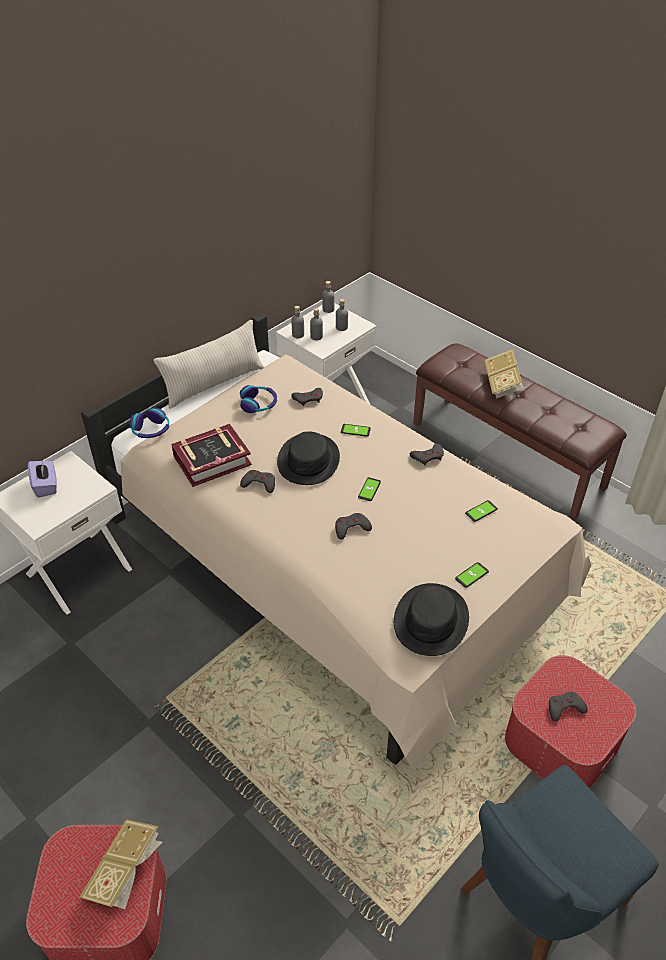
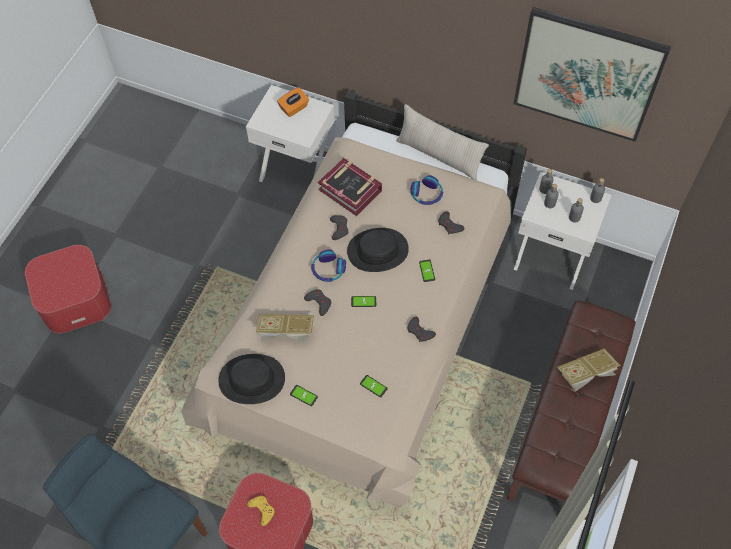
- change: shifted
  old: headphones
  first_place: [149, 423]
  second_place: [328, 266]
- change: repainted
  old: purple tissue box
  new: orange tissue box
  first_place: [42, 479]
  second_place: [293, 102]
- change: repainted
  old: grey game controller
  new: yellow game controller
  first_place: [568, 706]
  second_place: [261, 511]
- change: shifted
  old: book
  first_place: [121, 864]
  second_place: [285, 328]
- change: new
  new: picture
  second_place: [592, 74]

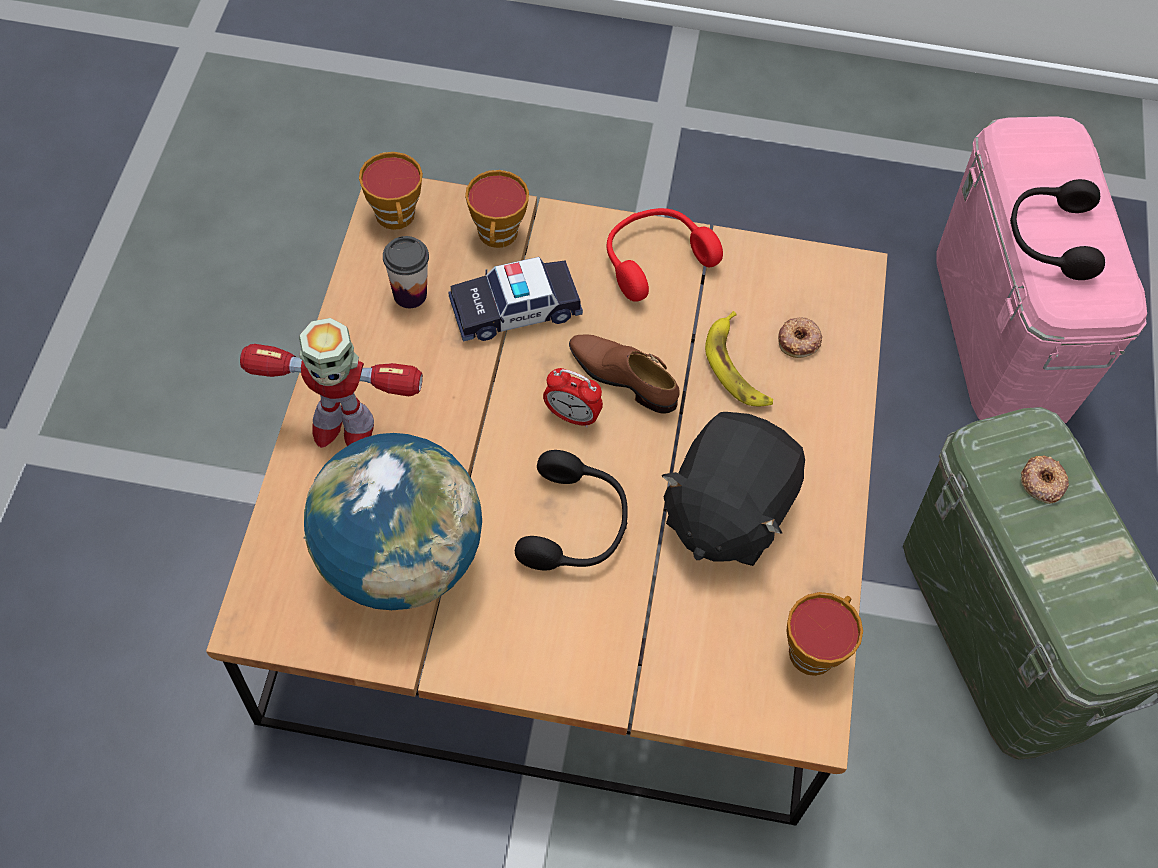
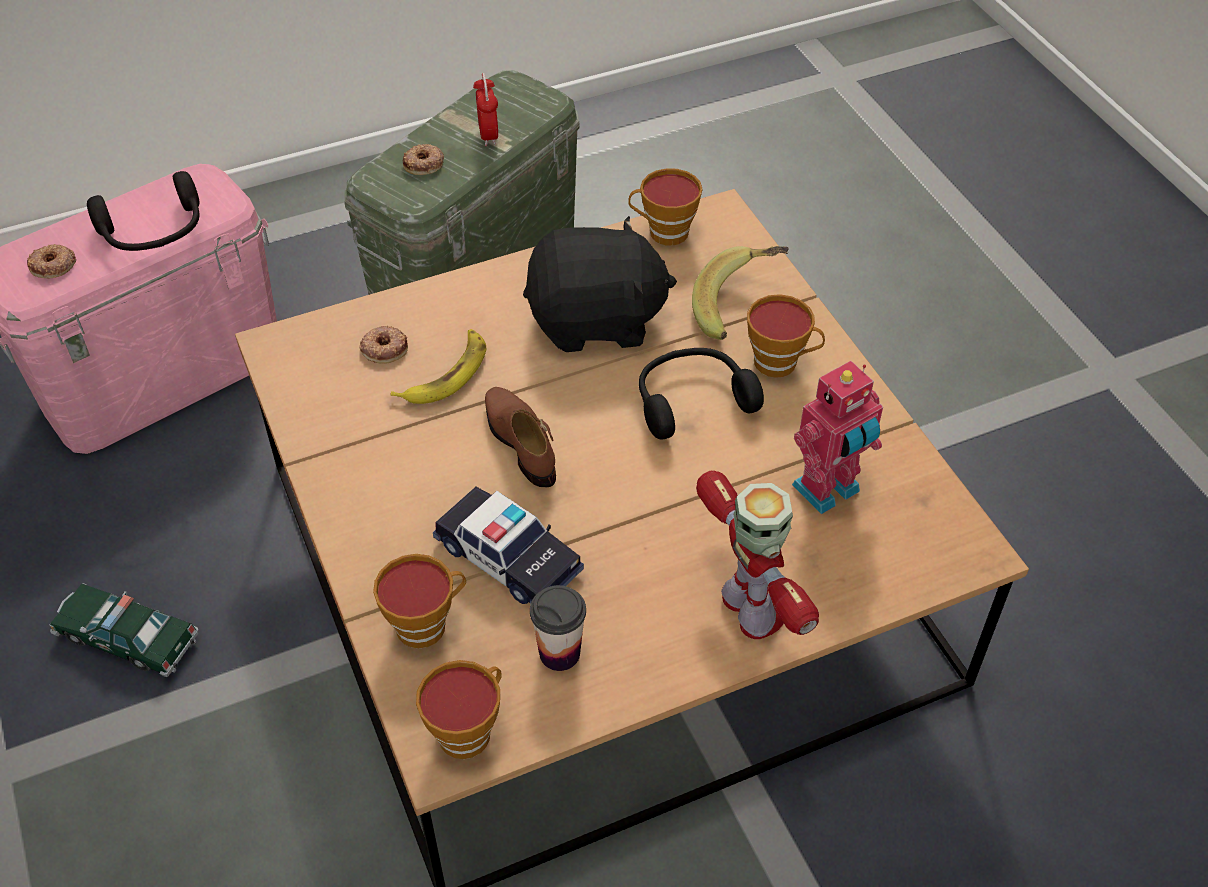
- change: gone
  old: red headphones
  first_place: [665, 255]
- change: rotated
  old: brown shoe
  first_place: [624, 374]
  second_place: [520, 437]
  degrees: 150
- change: shifted
  old: alarm clock
  first_place: [573, 398]
  second_place: [485, 109]
- change: swapped
  old: globe
  new: toy robot
  first_place: [393, 521]
  second_place: [837, 437]
- change: new
  new: donut
  second_place: [51, 261]
- change: new
  new: banana
  second_place: [740, 293]
- change: new
  new: cup
  second_place: [786, 336]
- change: new
  new: toy car
  second_place: [123, 630]

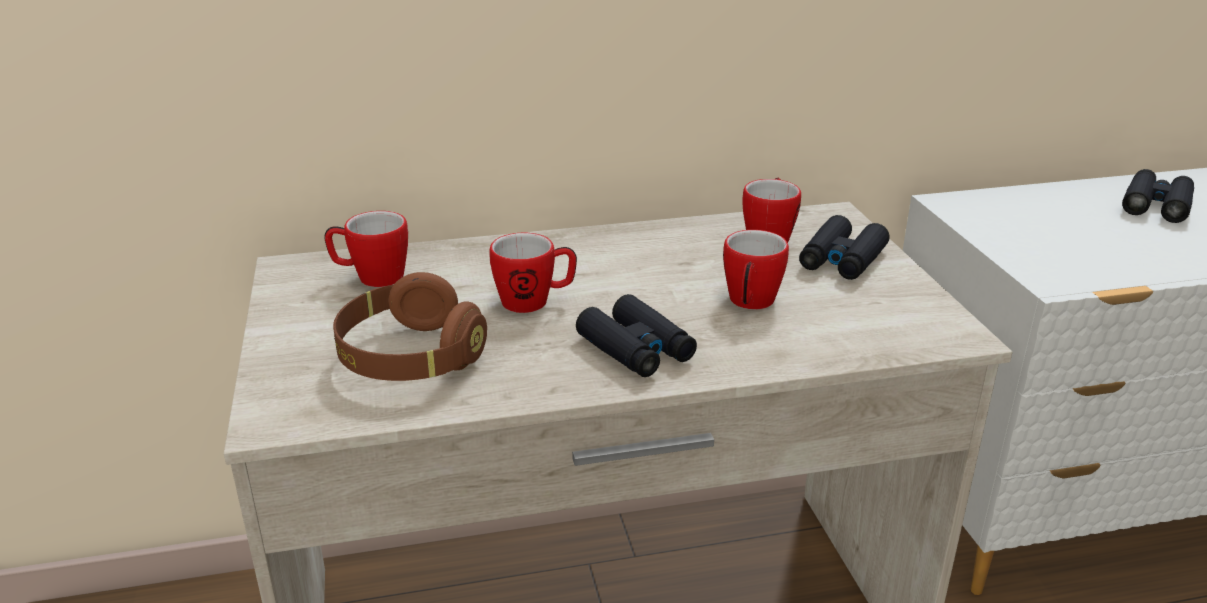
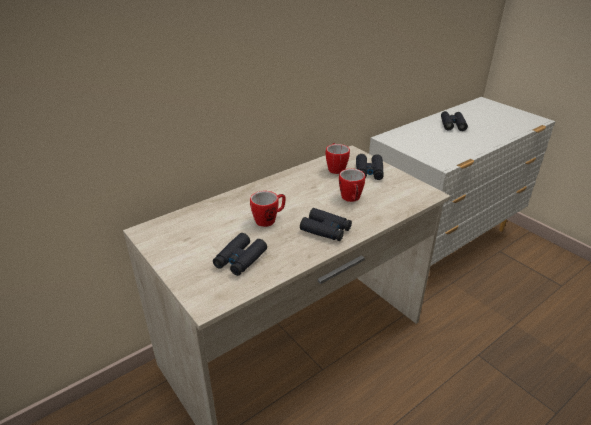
- change: gone
  old: mug
  first_place: [366, 249]
- change: swapped
  old: brown headphones
  new: black binoculars
  first_place: [410, 326]
  second_place: [240, 254]

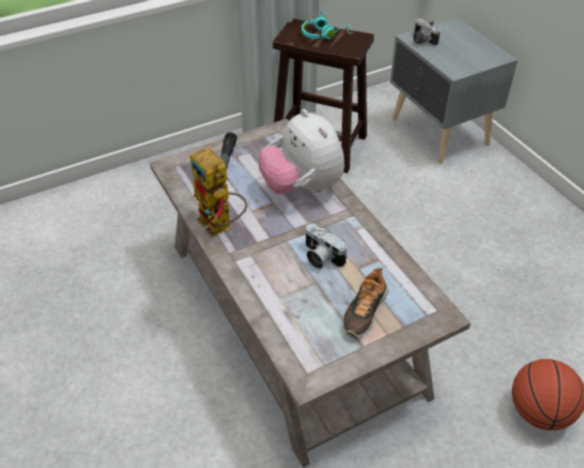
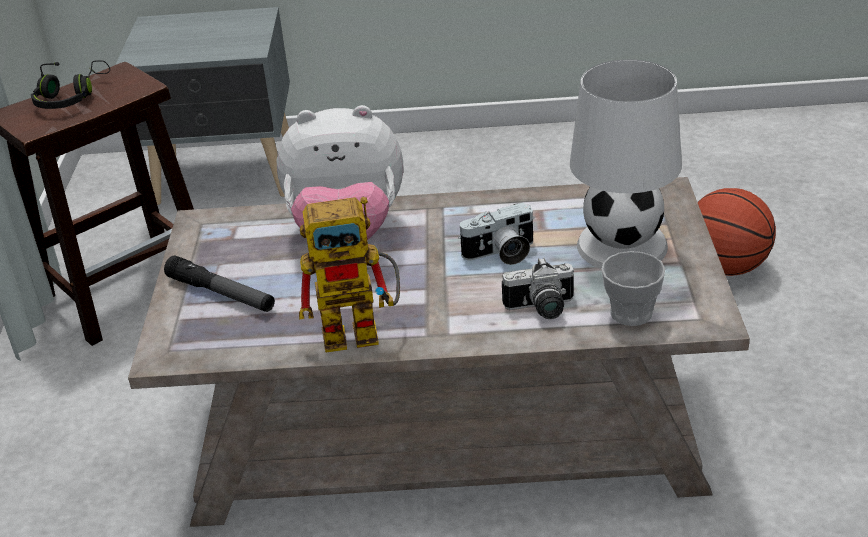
- change: repainted
  old: turquoise headphones
  new: black headphones
  first_place: [327, 24]
  second_place: [70, 84]
- change: shifted
  old: photo camera
  first_place: [426, 32]
  second_place: [538, 288]
- change: swapped
  old: shoe
  new: white table lamp
  first_place: [365, 302]
  second_place: [626, 164]
- change: new
  new: cup
  second_place: [633, 288]

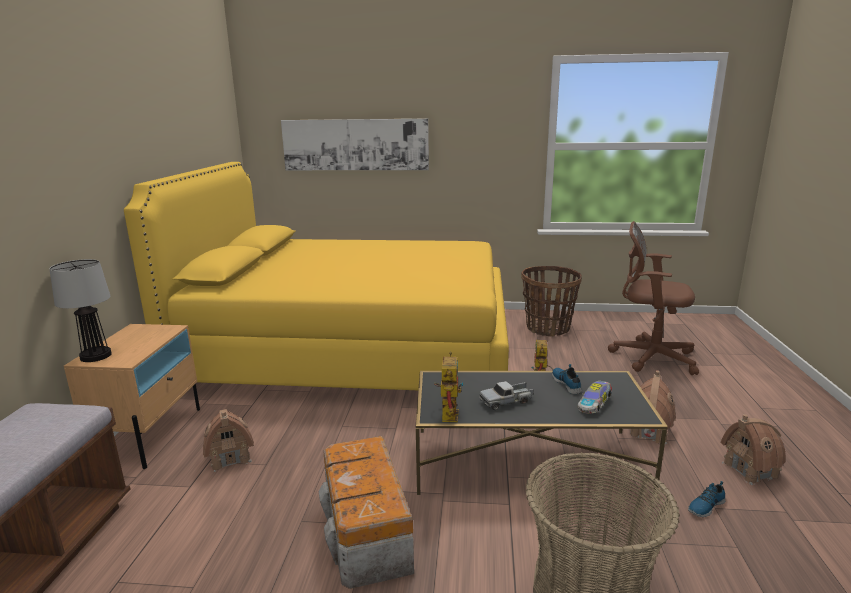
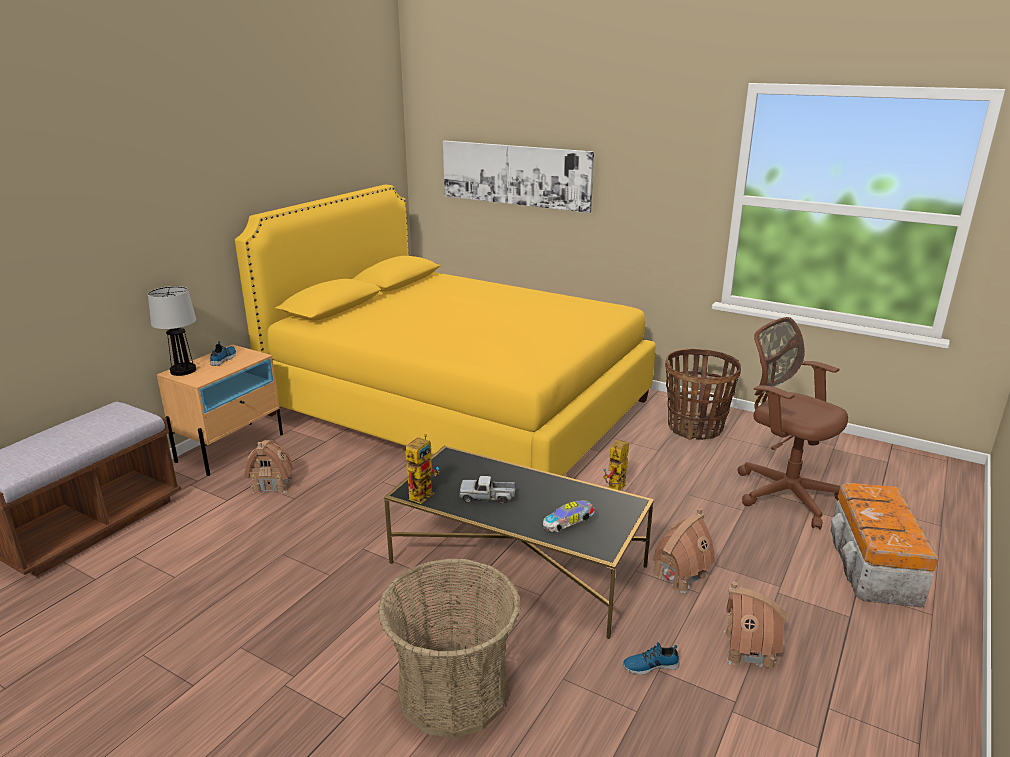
- change: shifted
  old: shoe
  first_place: [567, 379]
  second_place: [223, 353]
- change: shifted
  old: storage box
  first_place: [366, 512]
  second_place: [884, 545]

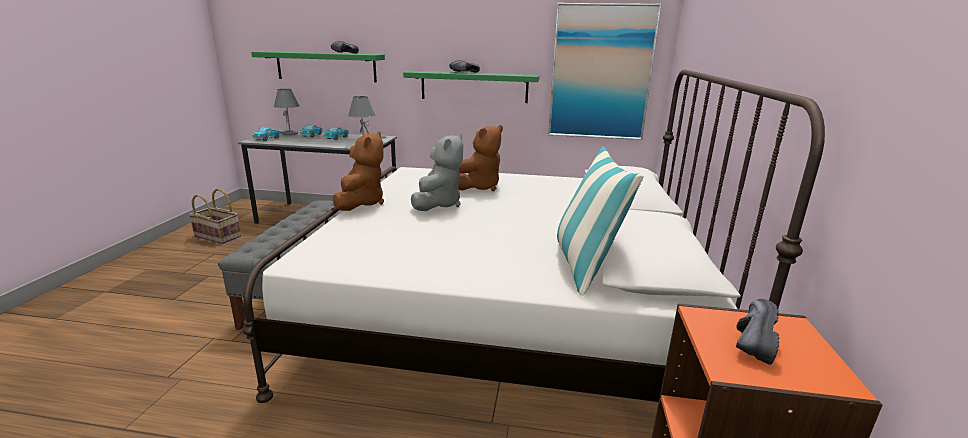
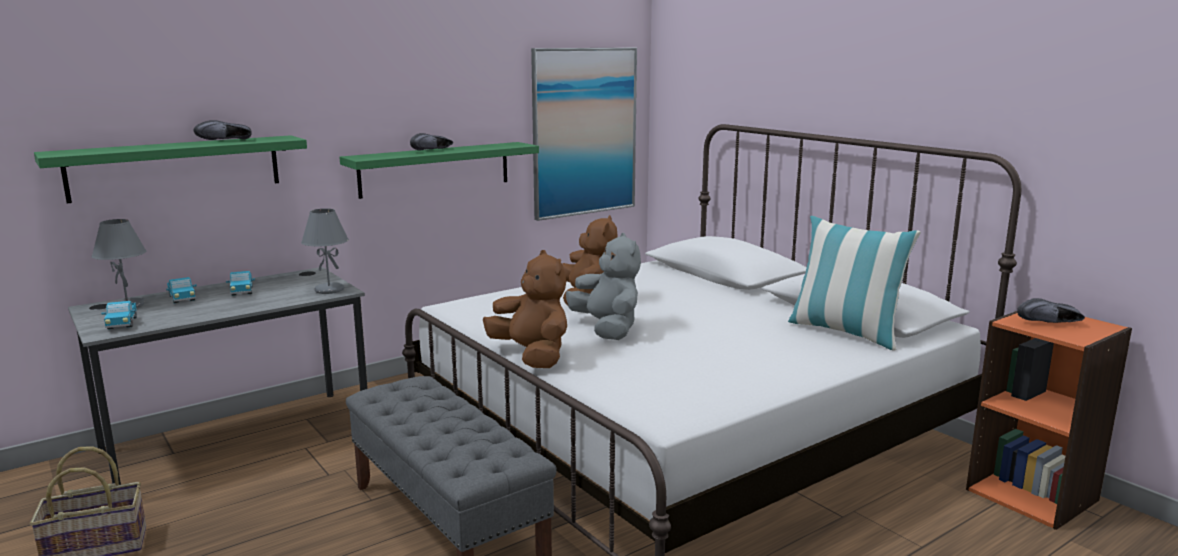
- change: rotated
  old: black shoe
  first_place: [757, 332]
  second_place: [1051, 310]
  degrees: -75

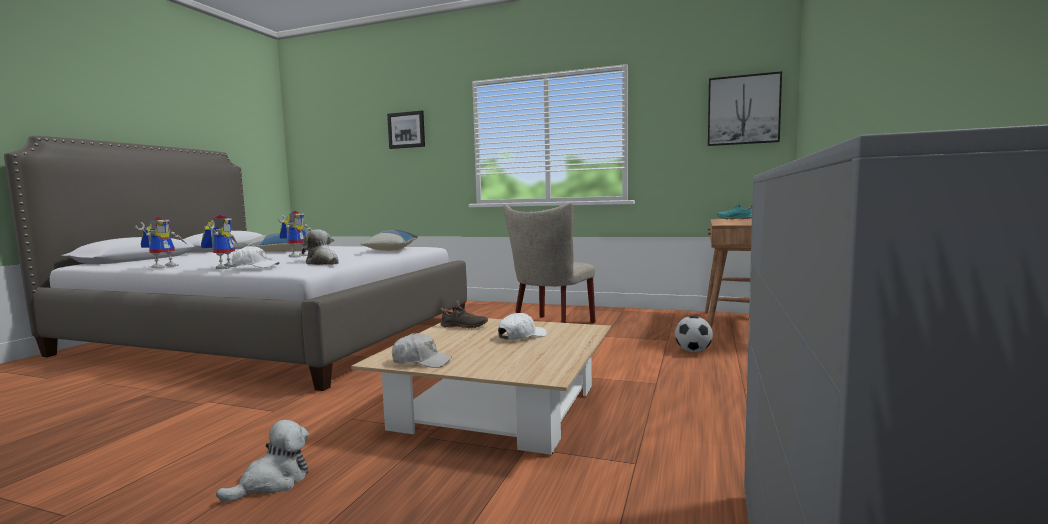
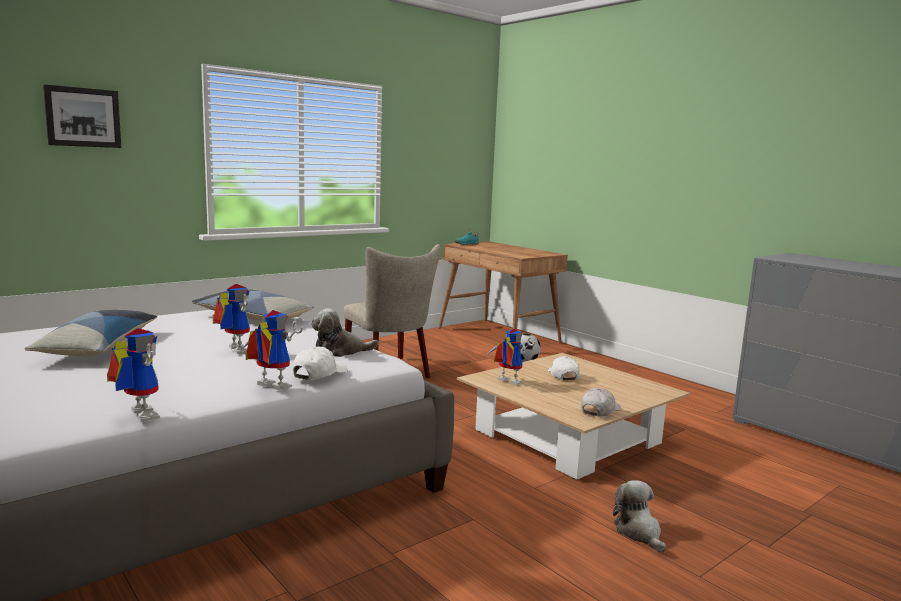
- change: gone
  old: picture
  first_place: [745, 108]
- change: swapped
  old: black shoe
  new: toy robot
  first_place: [464, 314]
  second_place: [511, 357]

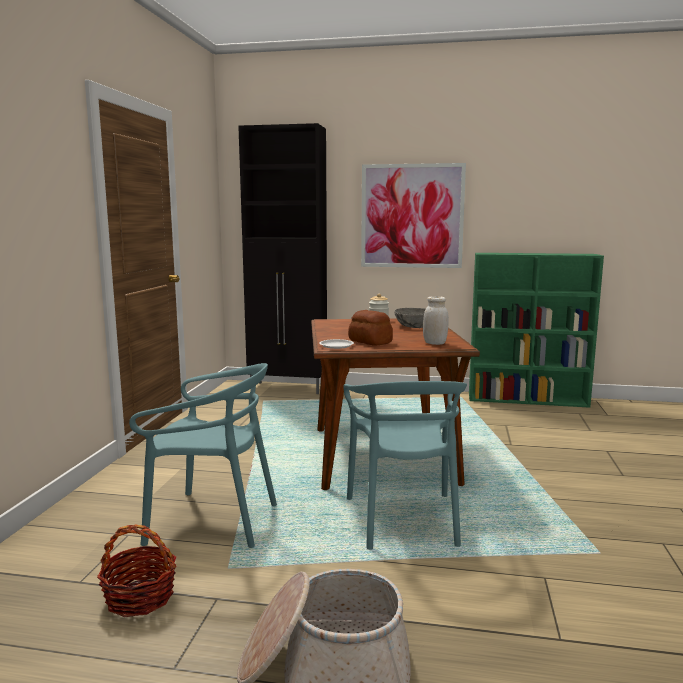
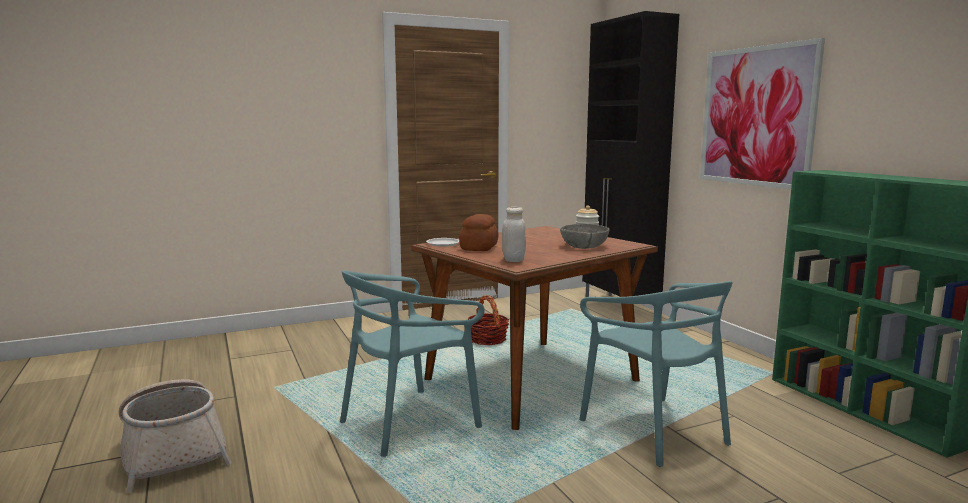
- change: shifted
  old: turquoise chair
  first_place: [203, 455]
  second_place: [656, 374]
- change: shifted
  old: basket
  first_place: [136, 570]
  second_place: [488, 320]

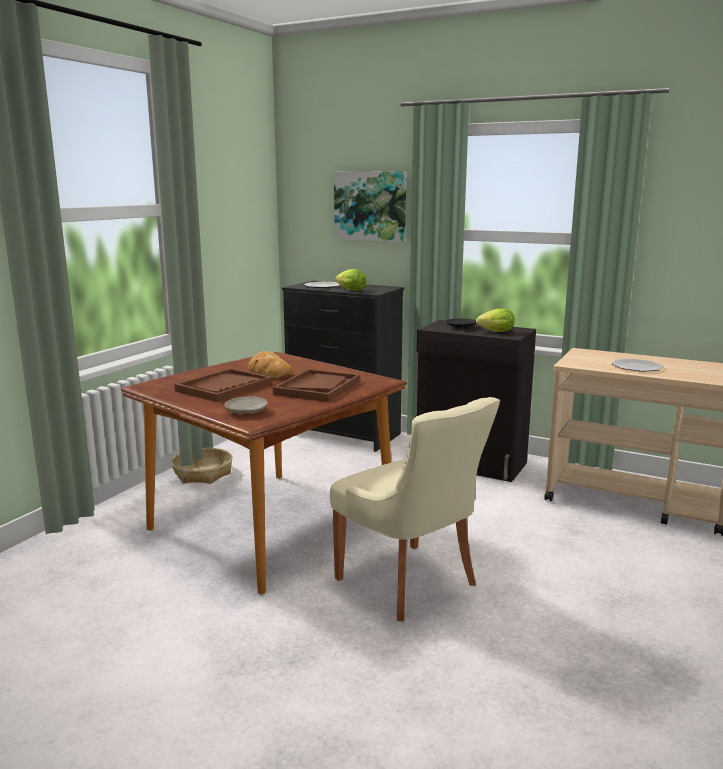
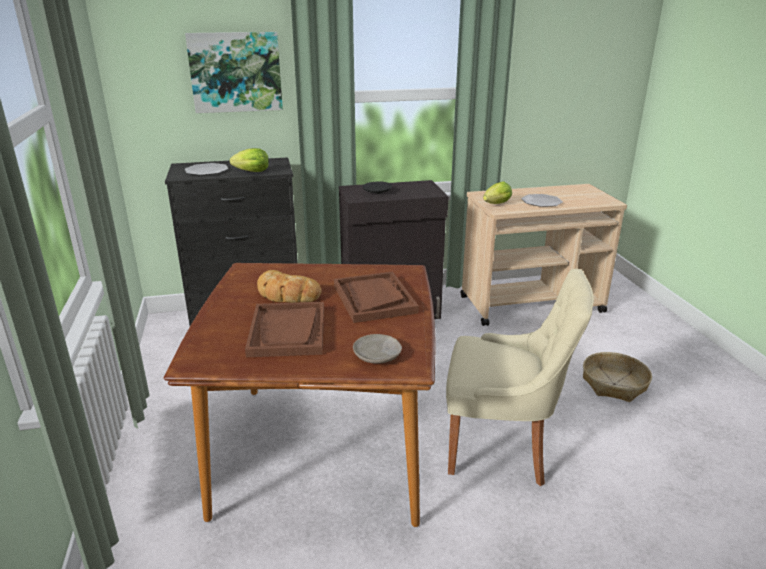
- change: shifted
  old: lettuce
  first_place: [495, 320]
  second_place: [497, 192]
- change: shifted
  old: basket
  first_place: [201, 466]
  second_place: [617, 377]

